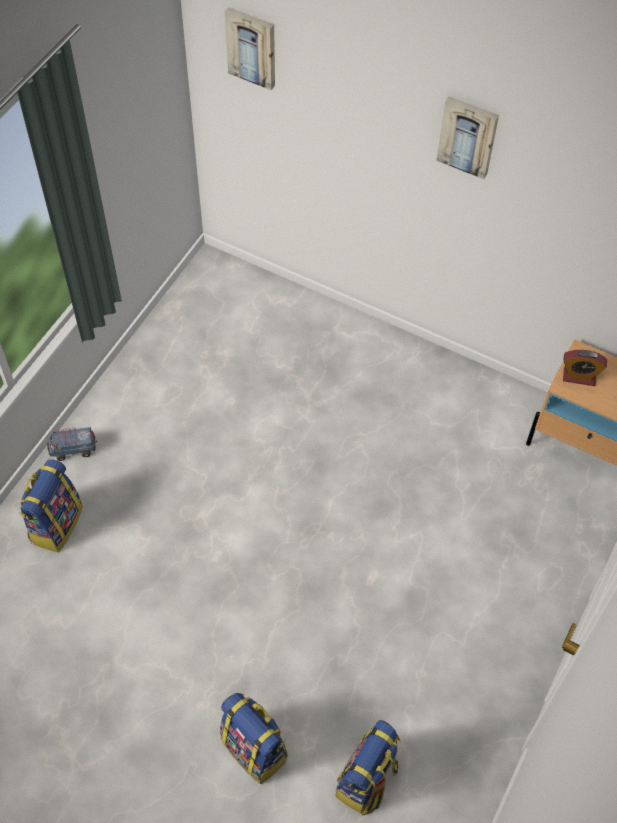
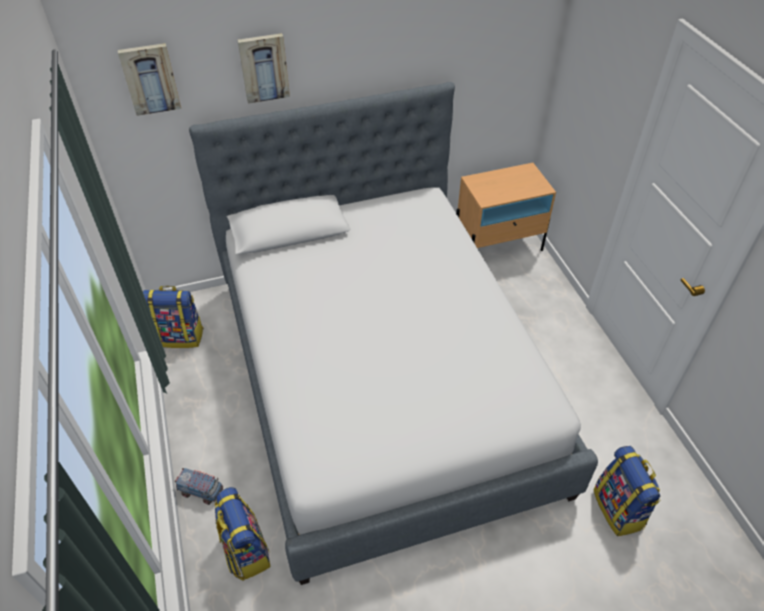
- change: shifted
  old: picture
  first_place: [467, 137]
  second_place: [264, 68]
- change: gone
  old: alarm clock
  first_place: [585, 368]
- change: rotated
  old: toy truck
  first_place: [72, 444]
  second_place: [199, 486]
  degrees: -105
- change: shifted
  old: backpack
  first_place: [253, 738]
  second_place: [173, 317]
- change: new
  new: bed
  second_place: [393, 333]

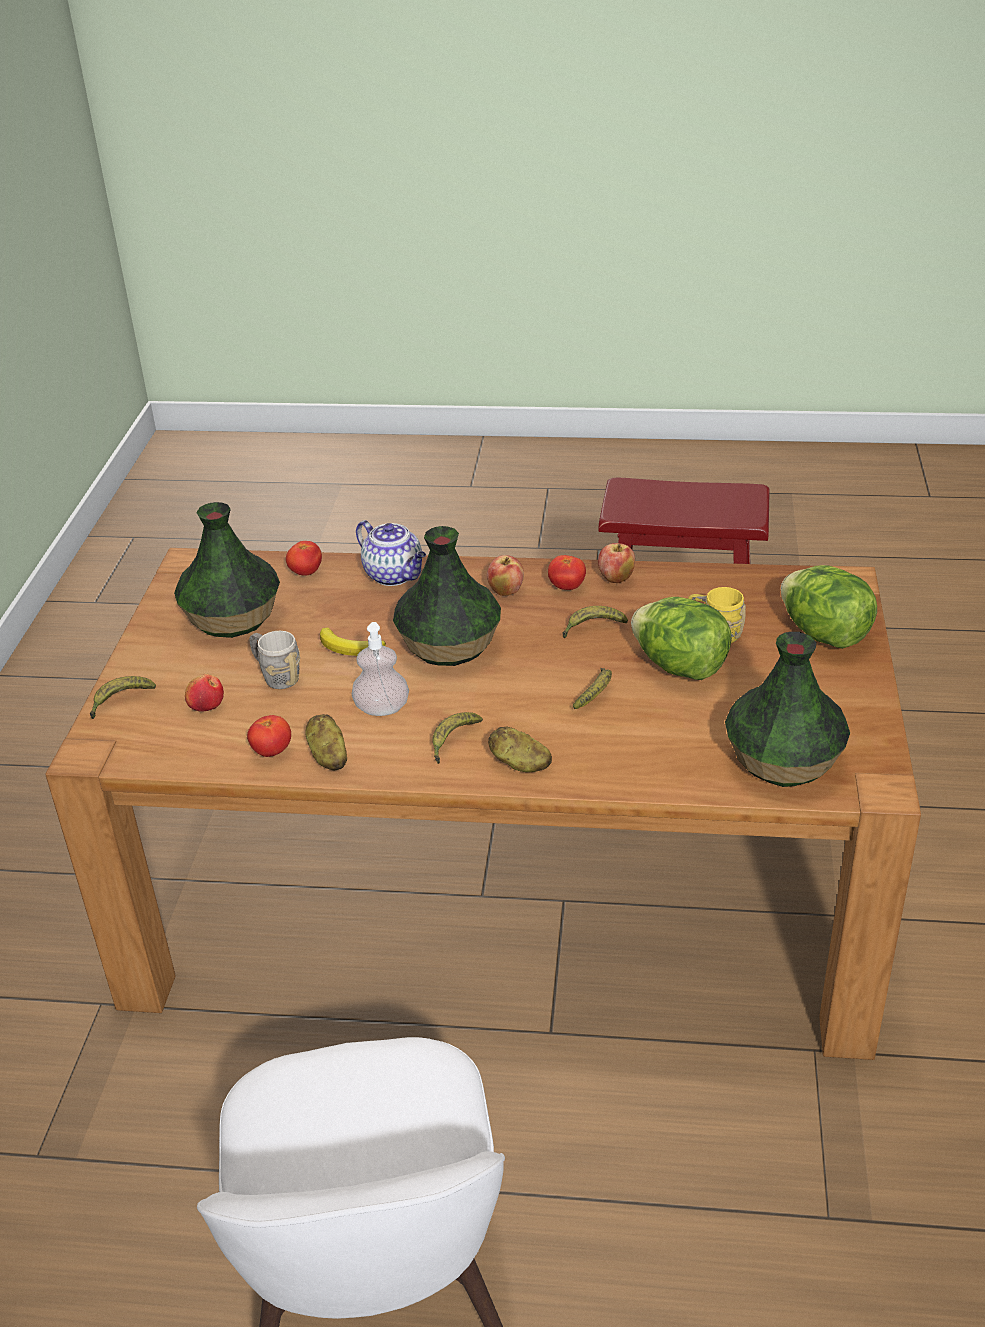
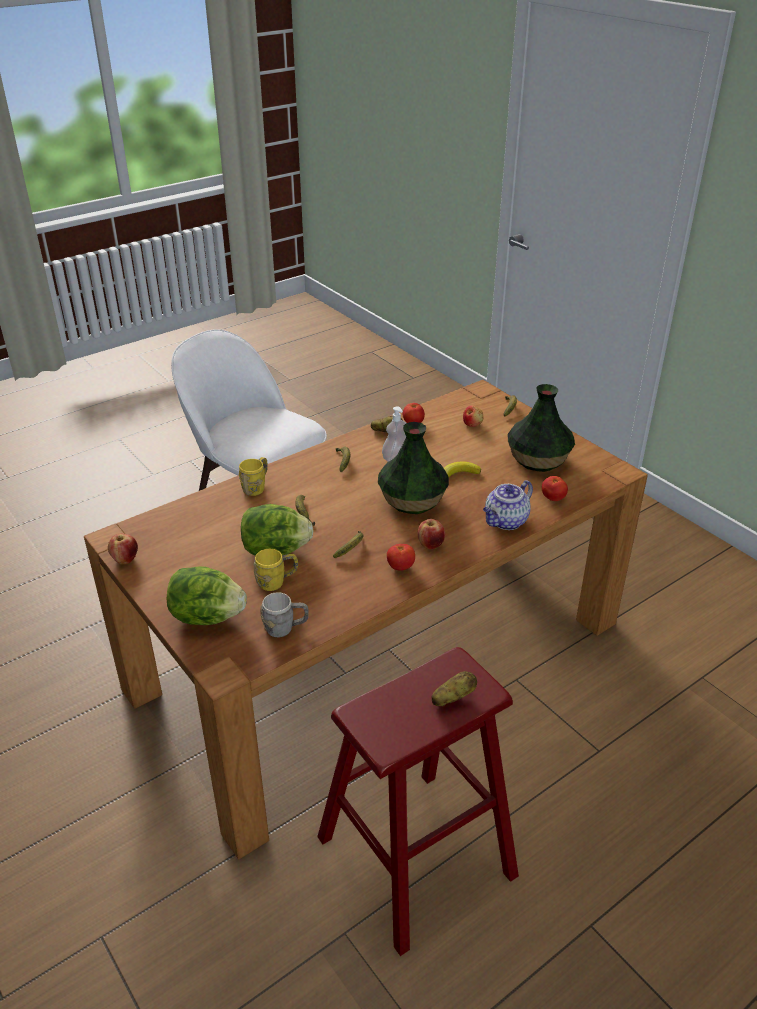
- change: rotated
  old: teapot
  first_place: [391, 553]
  second_place: [508, 505]
  degrees: -45
- change: shifted
  old: apple
  first_place: [616, 563]
  second_place: [123, 548]
- change: shifted
  old: grey mug
  first_place: [274, 660]
  second_place: [284, 614]
- change: gone
  old: vase
  first_place: [787, 709]
- change: shifted
  old: potato
  first_place: [520, 749]
  second_place: [454, 688]
- change: new
  new: yellow mug
  second_place: [253, 476]

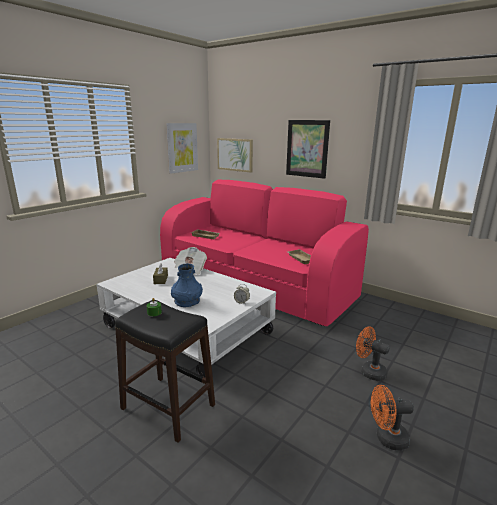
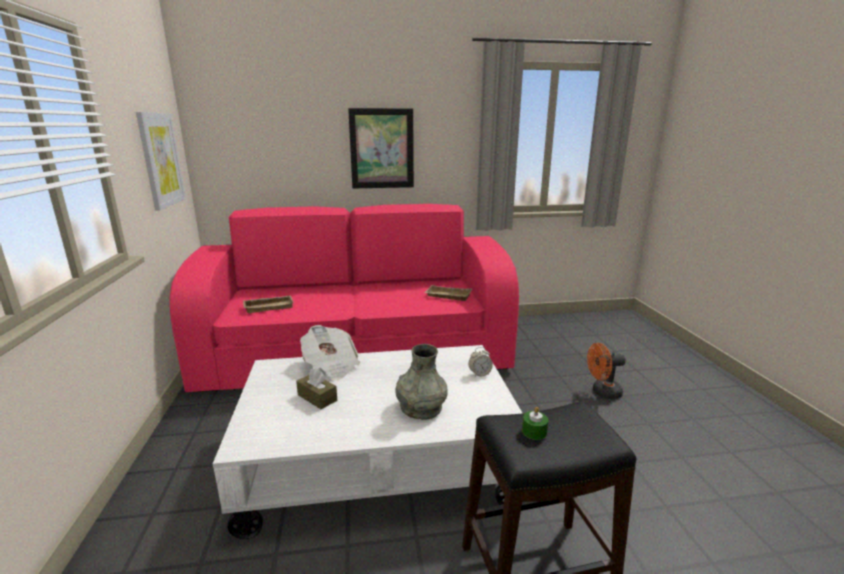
- change: gone
  old: picture
  first_place: [235, 155]
- change: repainted
  old: blue vase
  new: grey vase
  first_place: [187, 285]
  second_place: [421, 382]
- change: gone
  old: orange fan
  first_place: [392, 418]

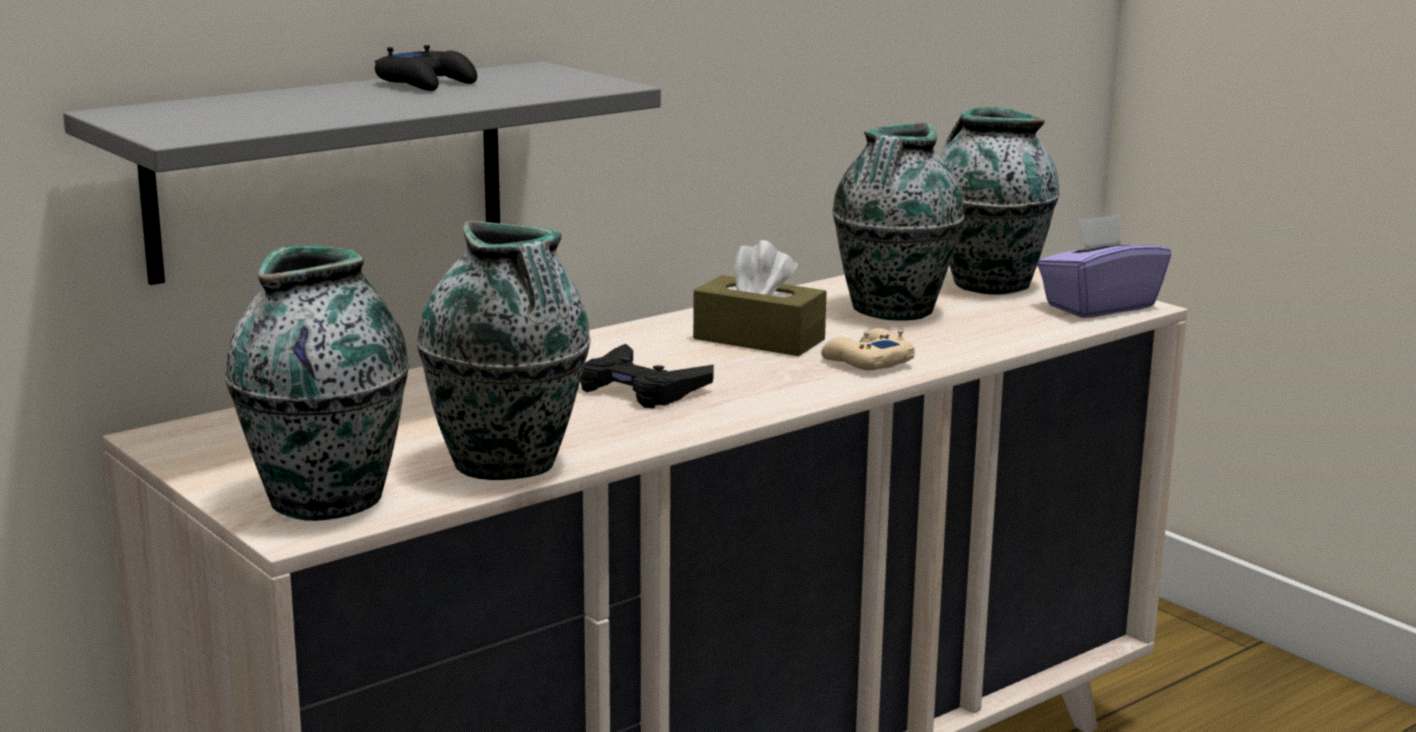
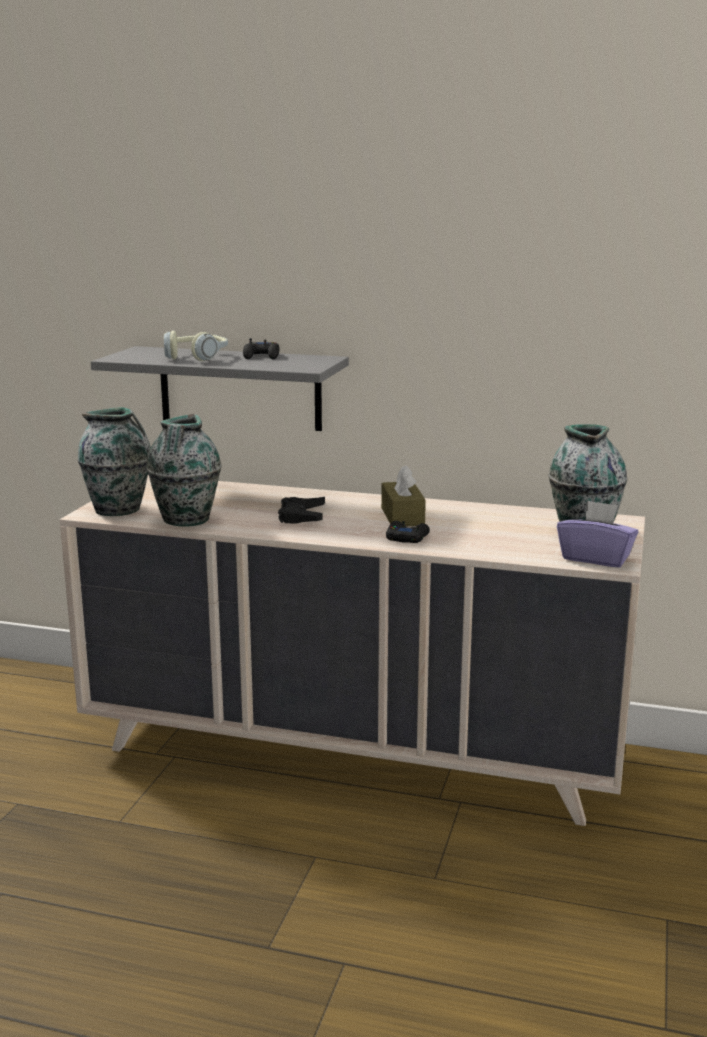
- change: gone
  old: vase
  first_place: [898, 222]
- change: repainted
  old: beige game controller
  new: black game controller
  first_place: [868, 349]
  second_place: [408, 532]
- change: new
  new: headphones
  second_place: [196, 345]

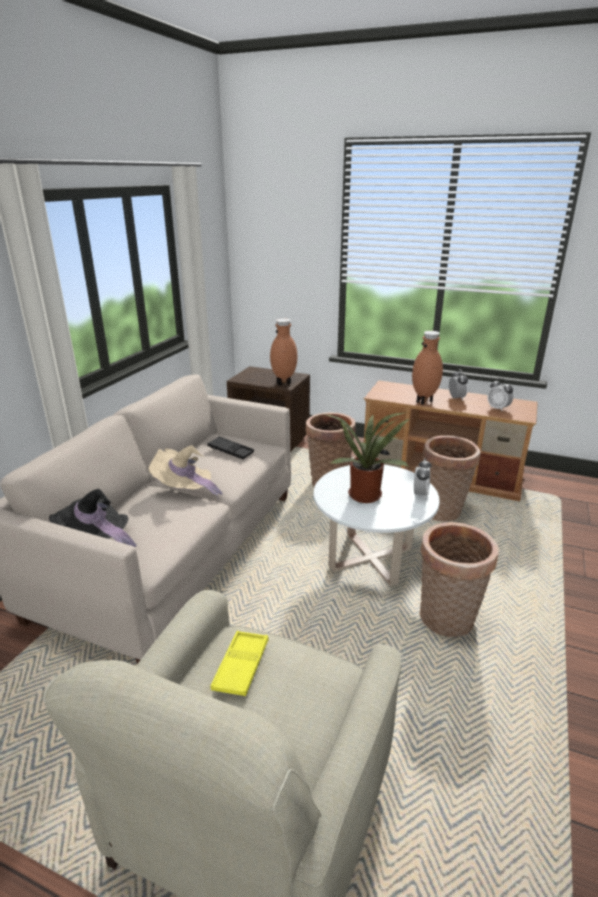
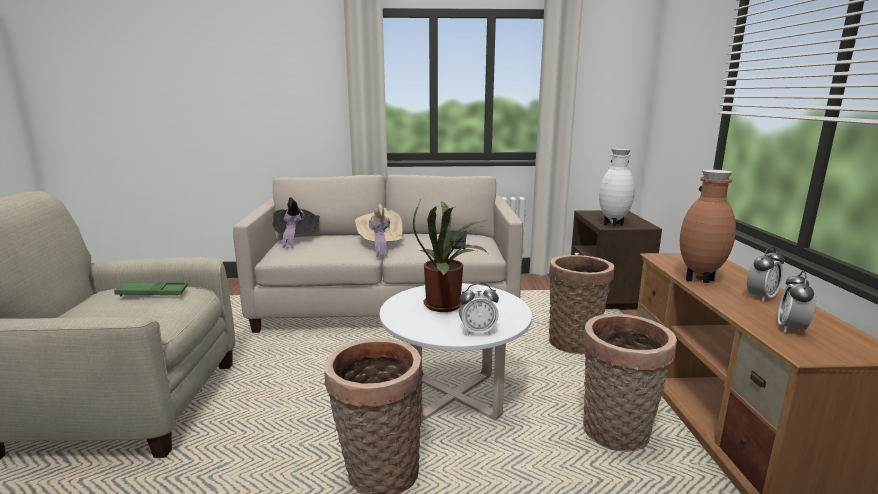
- change: repainted
  old: brown vase
  new: white vase
  first_place: [283, 352]
  second_place: [617, 187]
- change: repainted
  old: yellow tray
  new: green tray
  first_place: [239, 663]
  second_place: [151, 288]

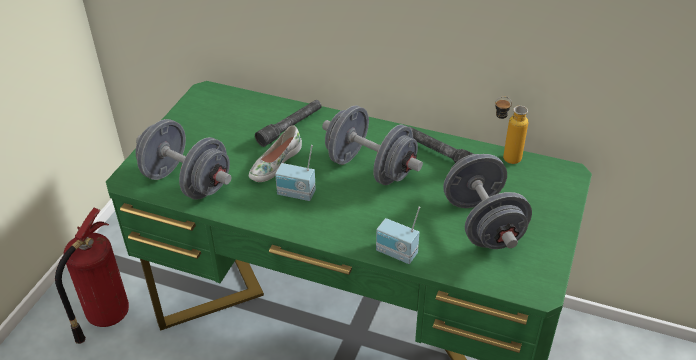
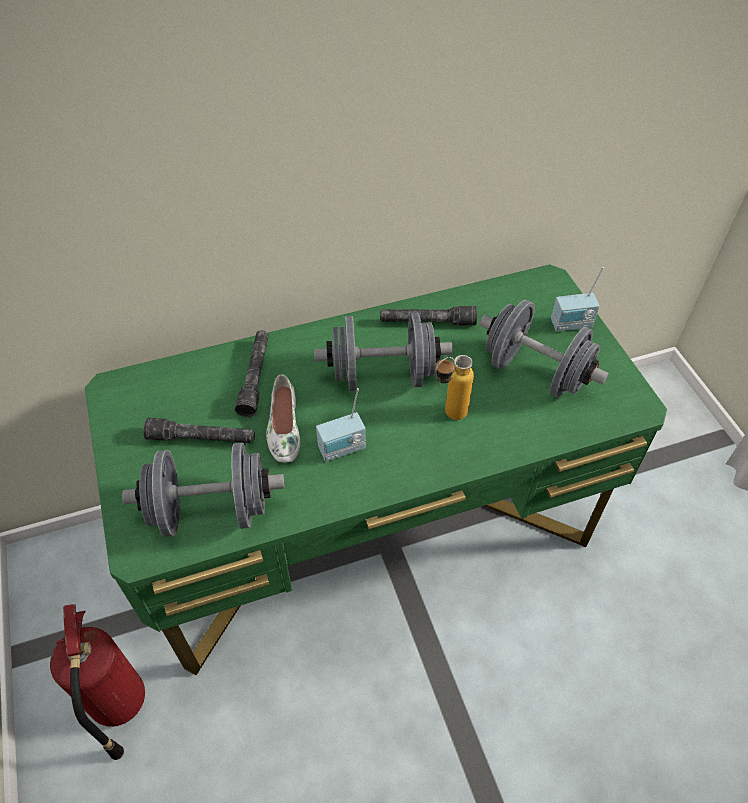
- change: shifted
  old: bottle
  first_place: [511, 130]
  second_place: [454, 387]
- change: shifted
  old: radio
  first_place: [398, 235]
  second_place: [577, 299]
- change: new
  new: grey flashlight
  second_place: [199, 430]

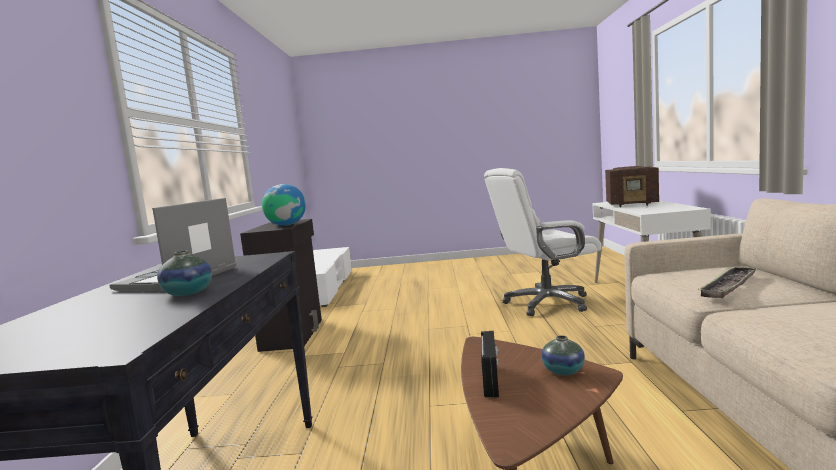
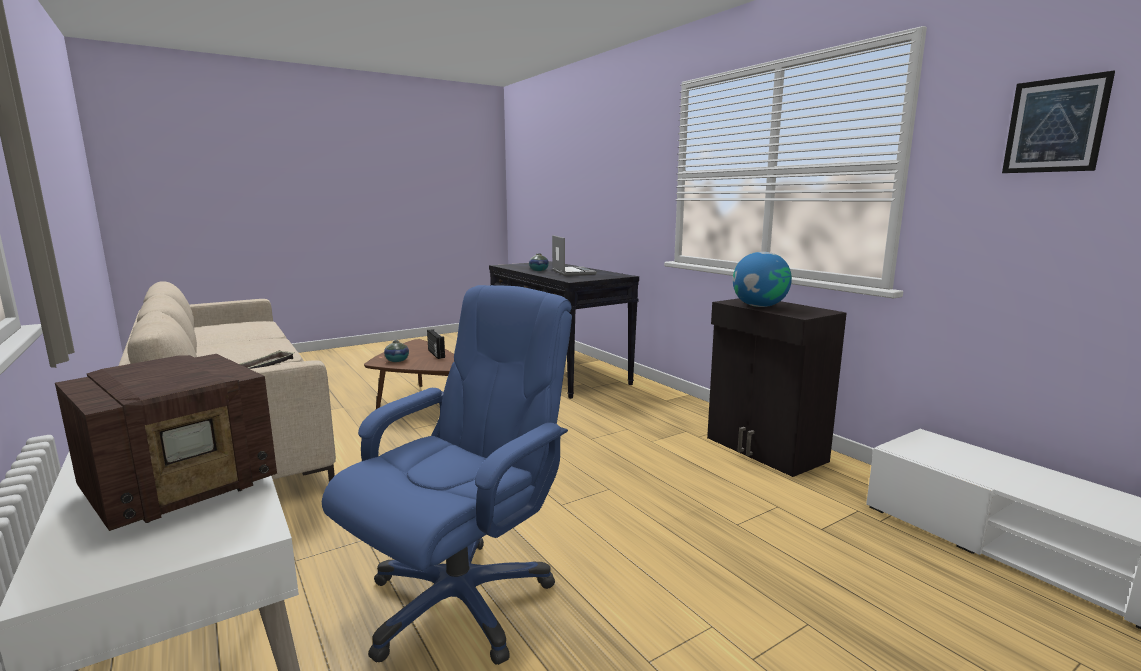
- change: rotated
  old: radio
  first_place: [632, 186]
  second_place: [166, 442]
  degrees: 150
- change: repainted
  old: white office chair
  new: blue office chair
  first_place: [543, 242]
  second_place: [447, 475]
- change: new
  new: picture
  second_place: [1058, 122]

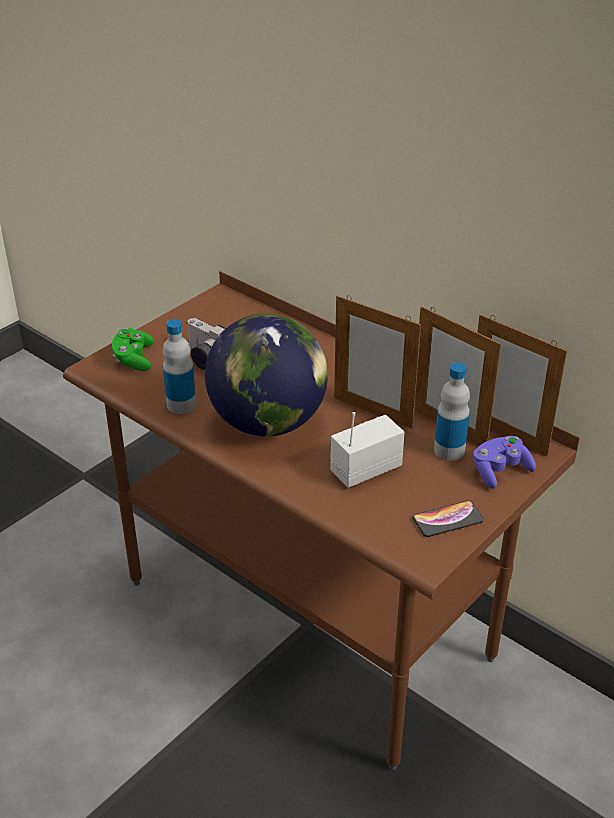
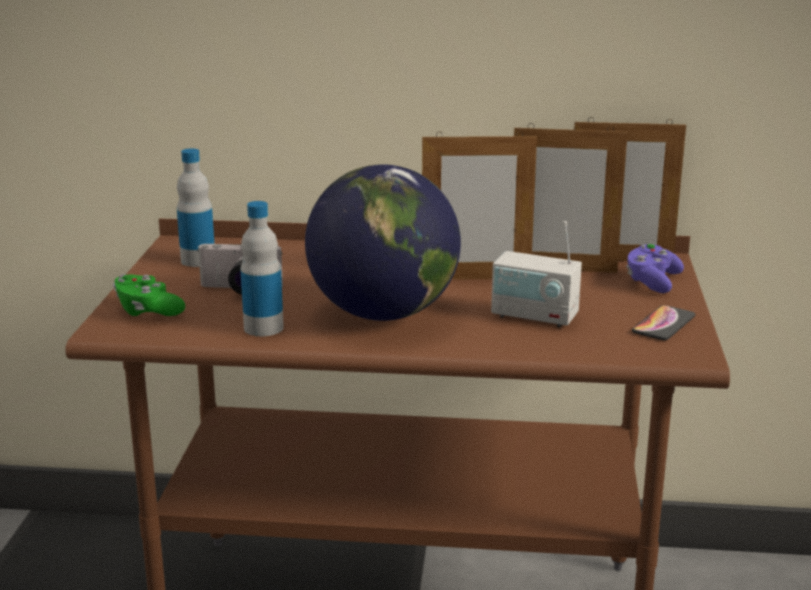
- change: shifted
  old: bottle
  first_place: [452, 411]
  second_place: [195, 207]
- change: rotated
  old: radio
  first_place: [367, 450]
  second_place: [536, 274]
  degrees: -90

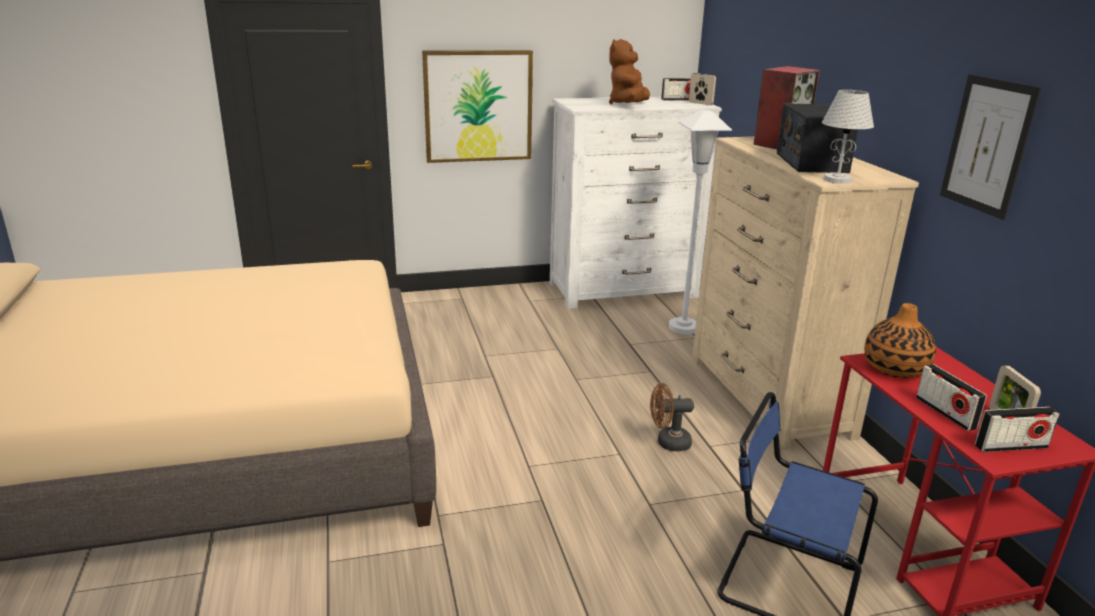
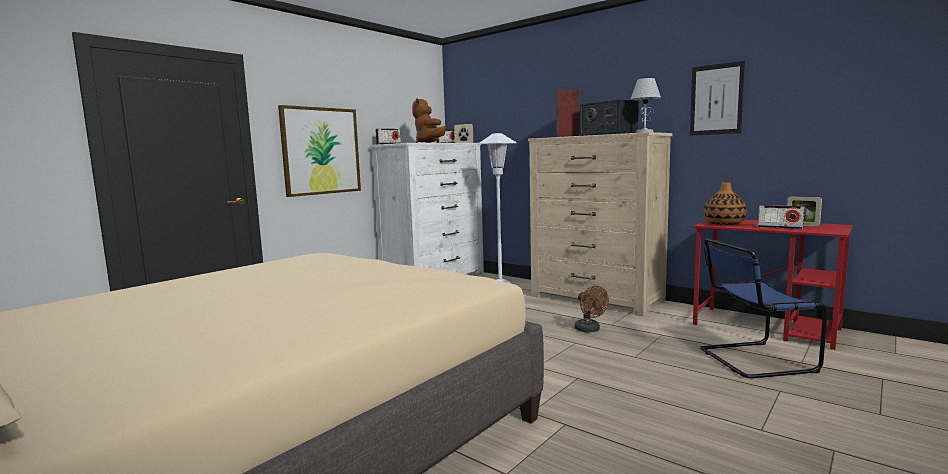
- change: rotated
  old: brown fan
  first_place: [672, 417]
  second_place: [591, 309]
  degrees: -75
- change: shifted
  old: radio
  first_place: [1017, 429]
  second_place: [388, 136]

